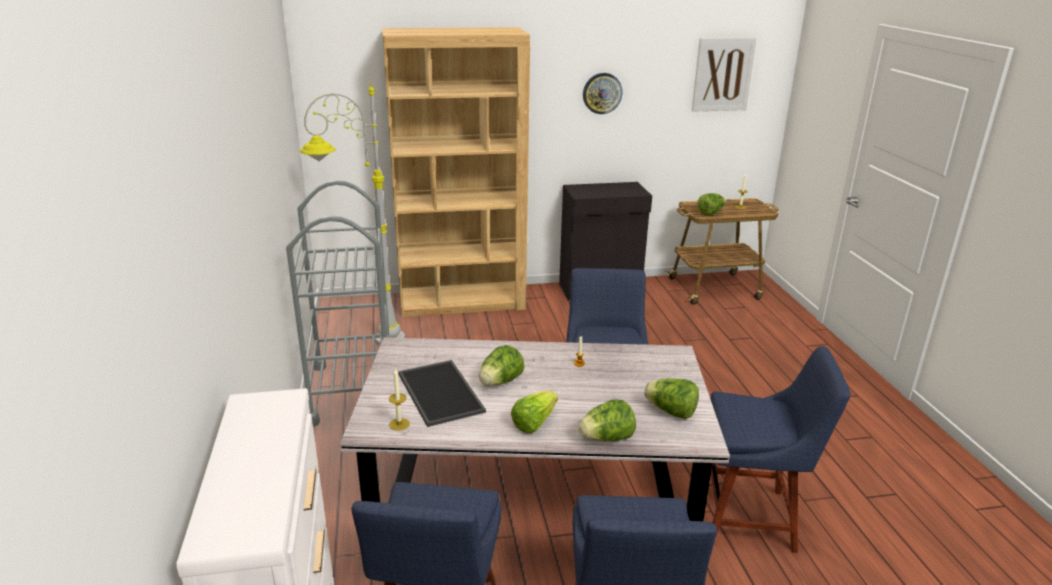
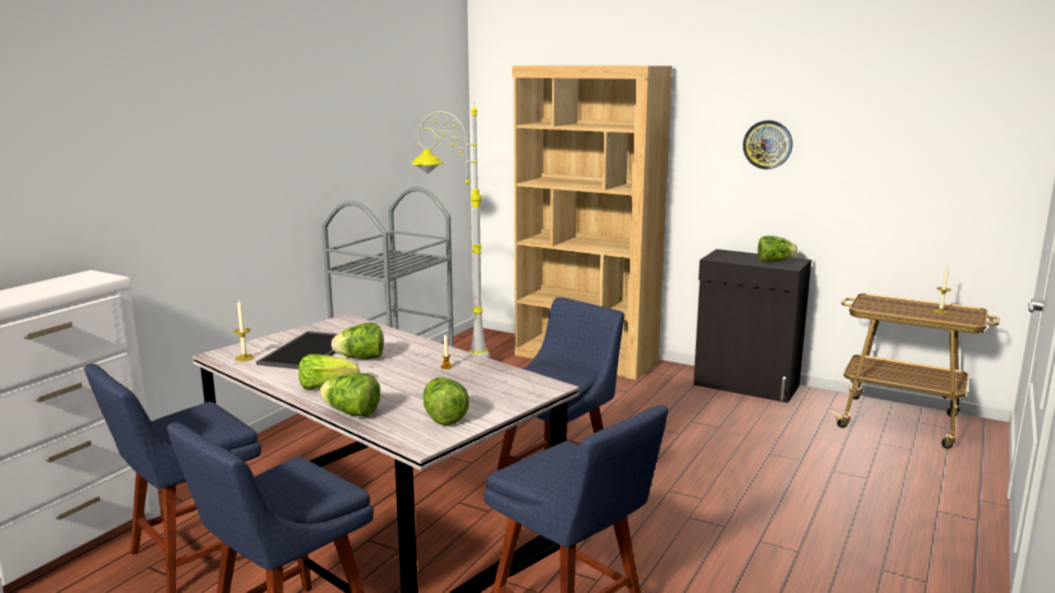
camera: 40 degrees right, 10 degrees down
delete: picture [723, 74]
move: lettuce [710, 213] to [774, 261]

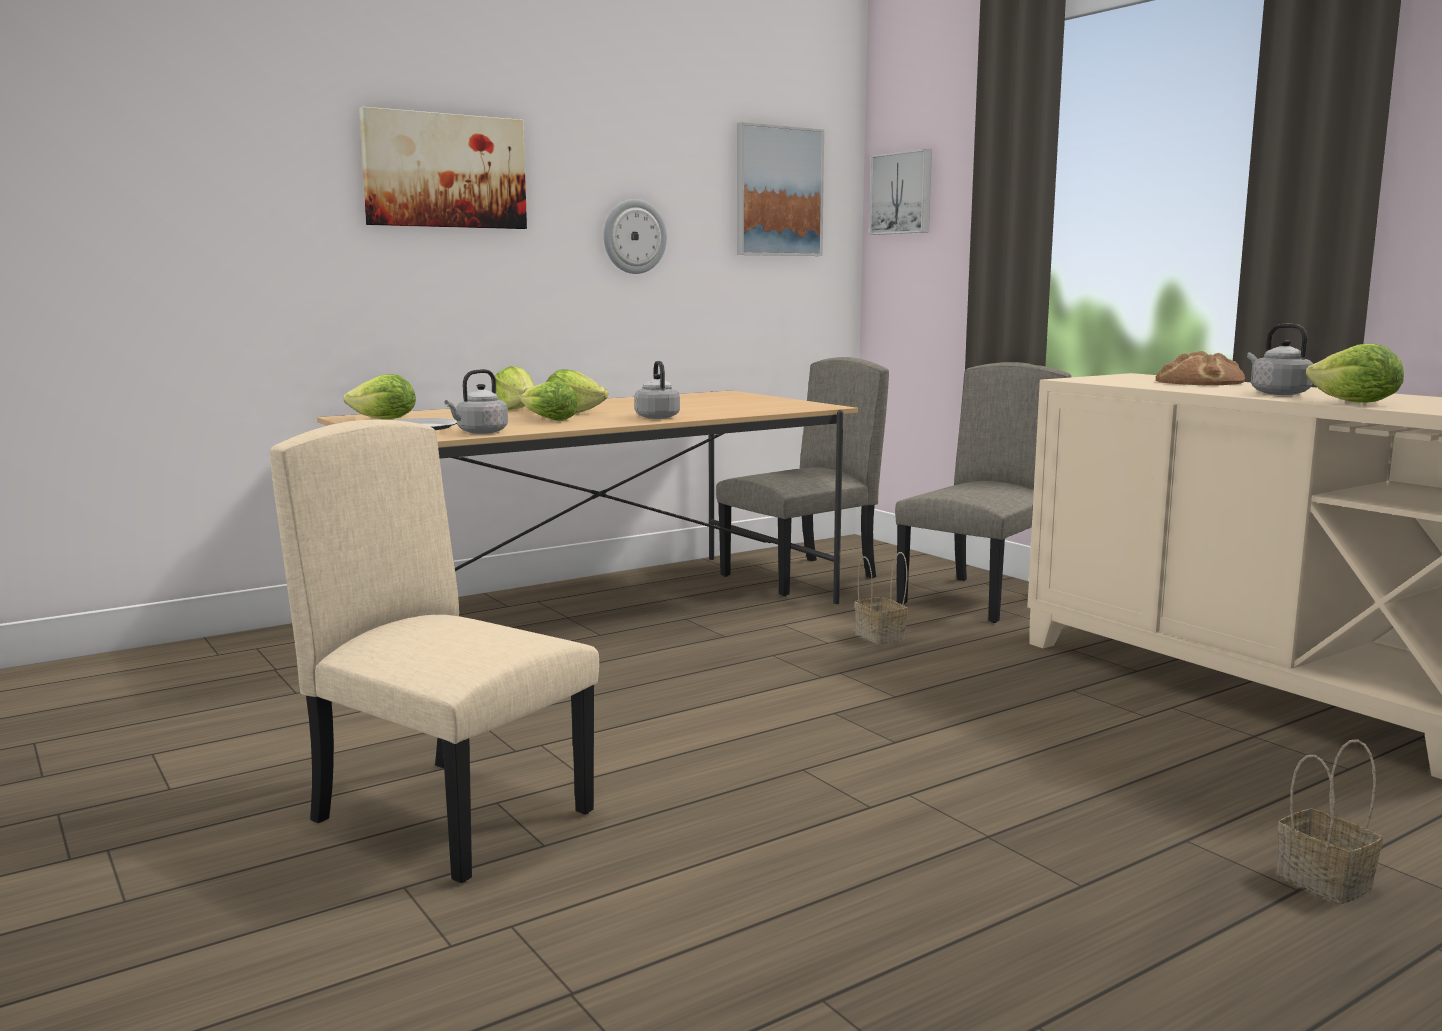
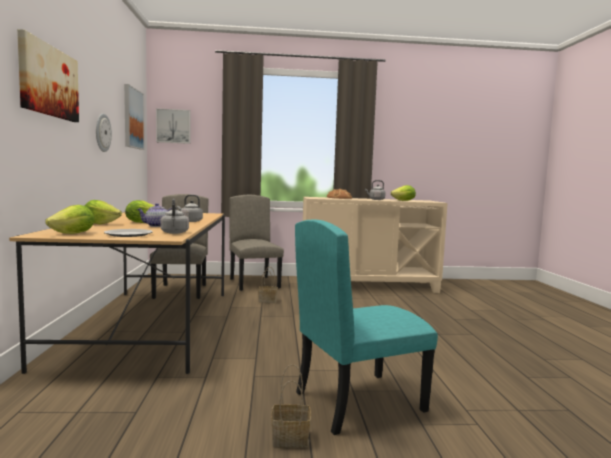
camera: 60 degrees left, 5 degrees down
move: storage basket [1320, 880] to [289, 439]
replace: lettuce [547, 419] to tea pot [157, 226]
recolor: beige-coloured chair [454, 815] to turquoise-coloured chair [358, 401]

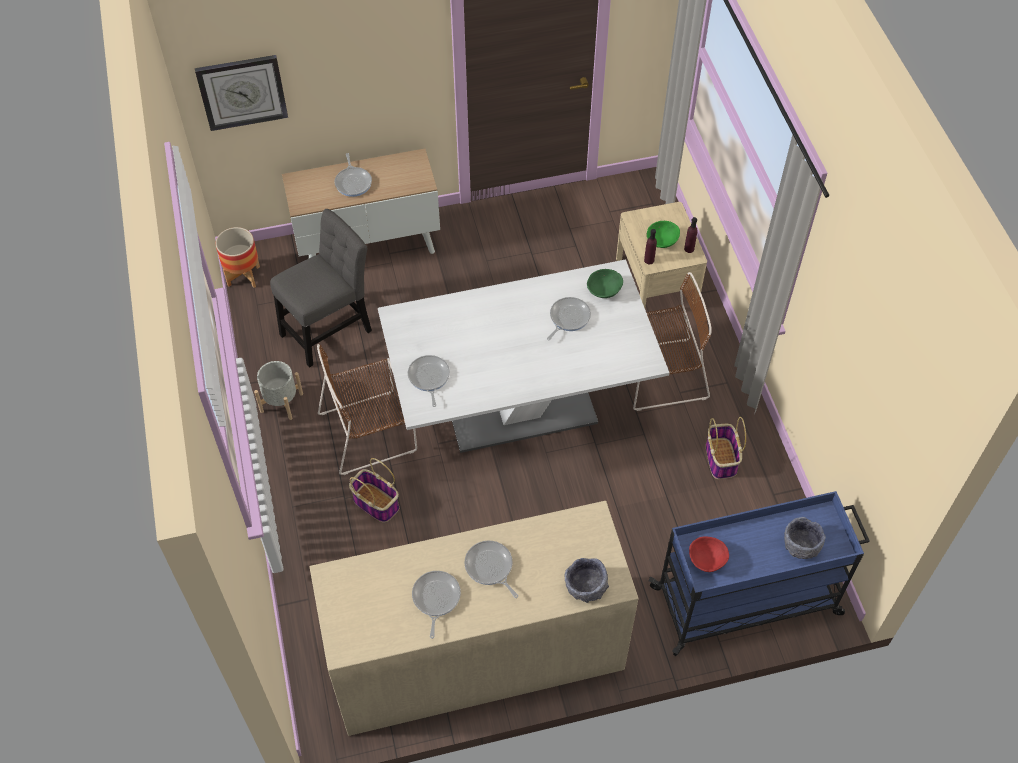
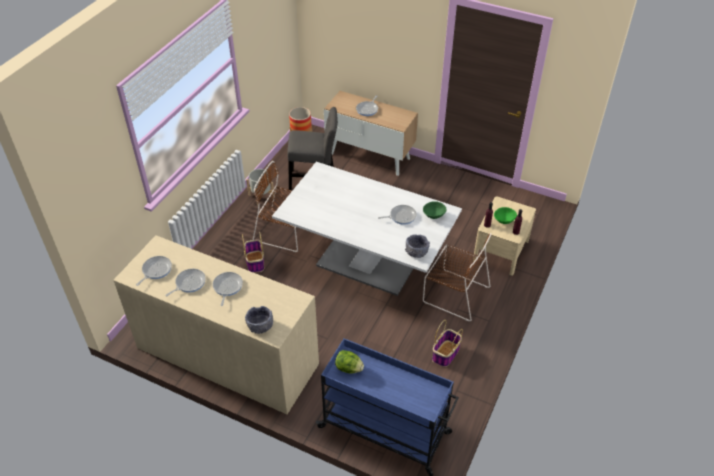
camera: 40 degrees right, 10 degrees down
delete: wall clock [242, 92]
move: skillet [429, 378] to [155, 270]; gray bowl [801, 545] to [416, 251]
replace: reddish bowl [706, 560] to lettuce [348, 368]

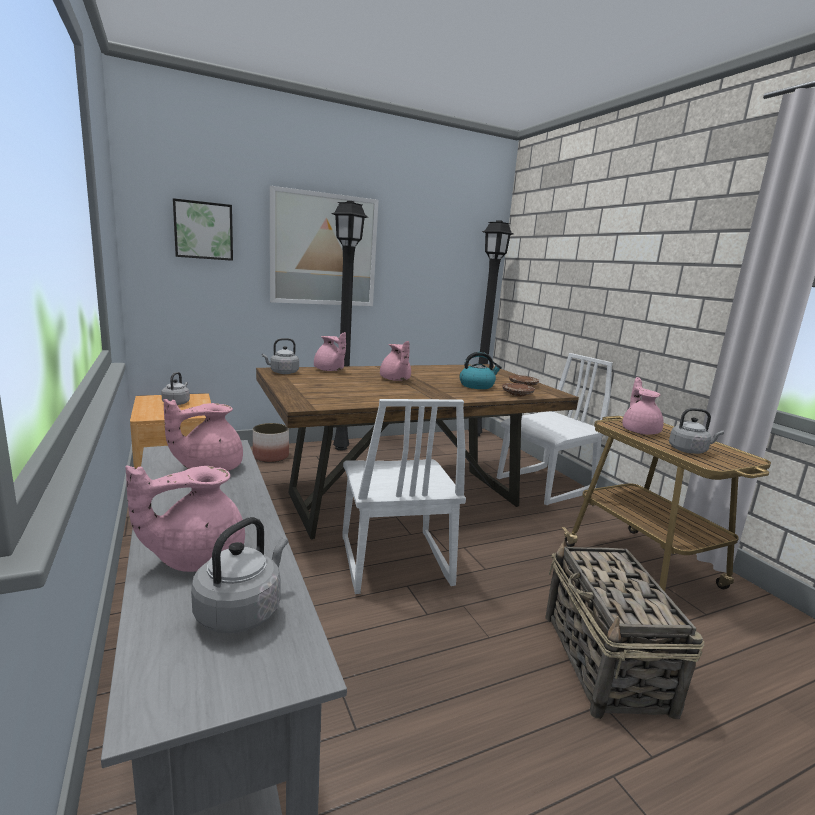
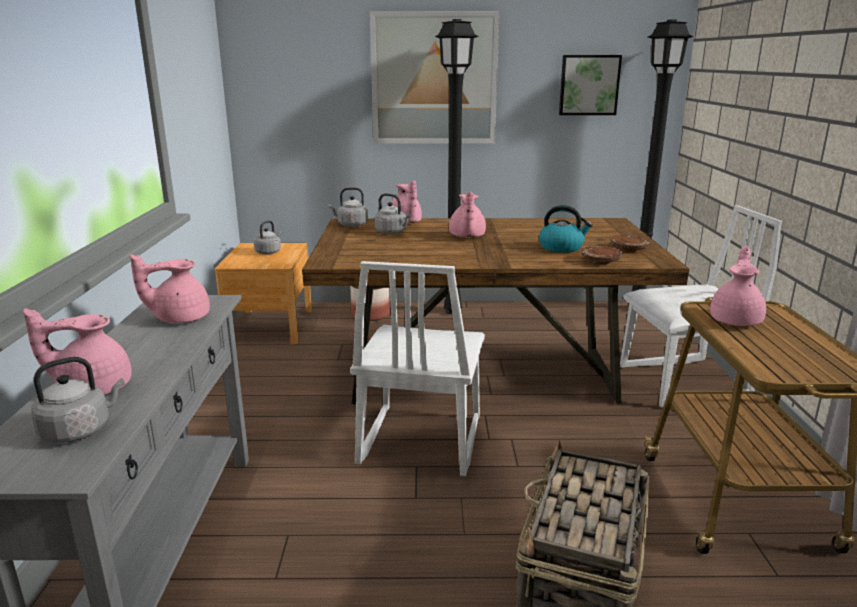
camera: 25 degrees right, 5 degrees up
move: gray kettle [689, 450] to [392, 232]; picture [203, 230] to [588, 85]

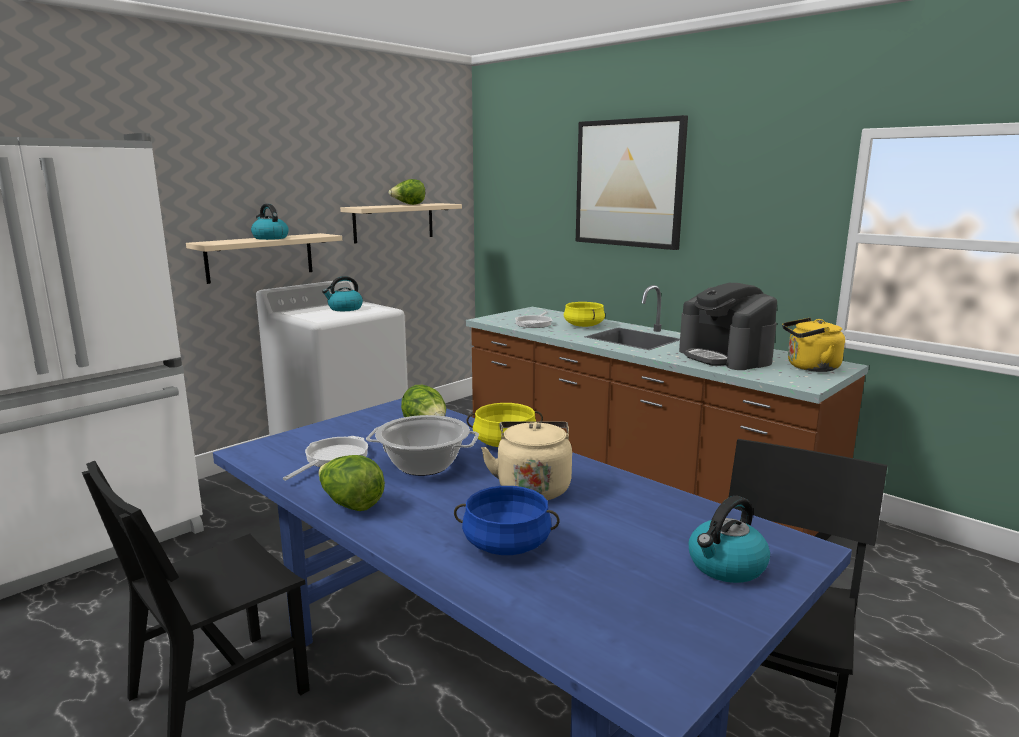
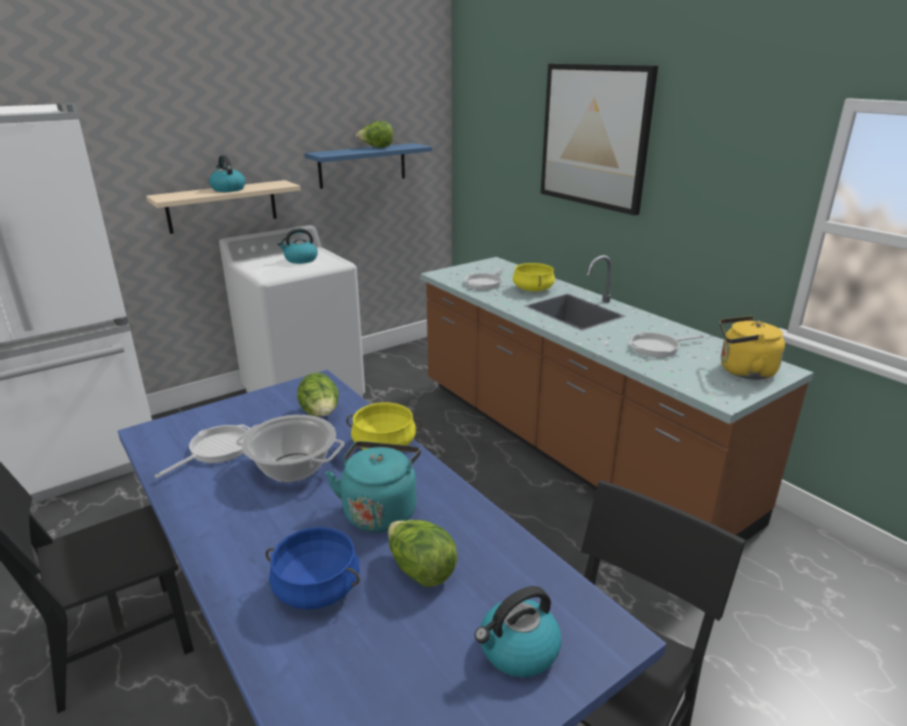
camera: 10 degrees right, 10 degrees up
move: lettuce [351, 504] to [420, 570]
replace: coffee brewer [725, 357] to skillet [657, 347]
recolor: beige-coloured bracket shelf [394, 222] to blue-coloured bracket shelf [362, 165]; beige-coloured kettle [532, 487] to turquoise-coloured kettle [380, 510]

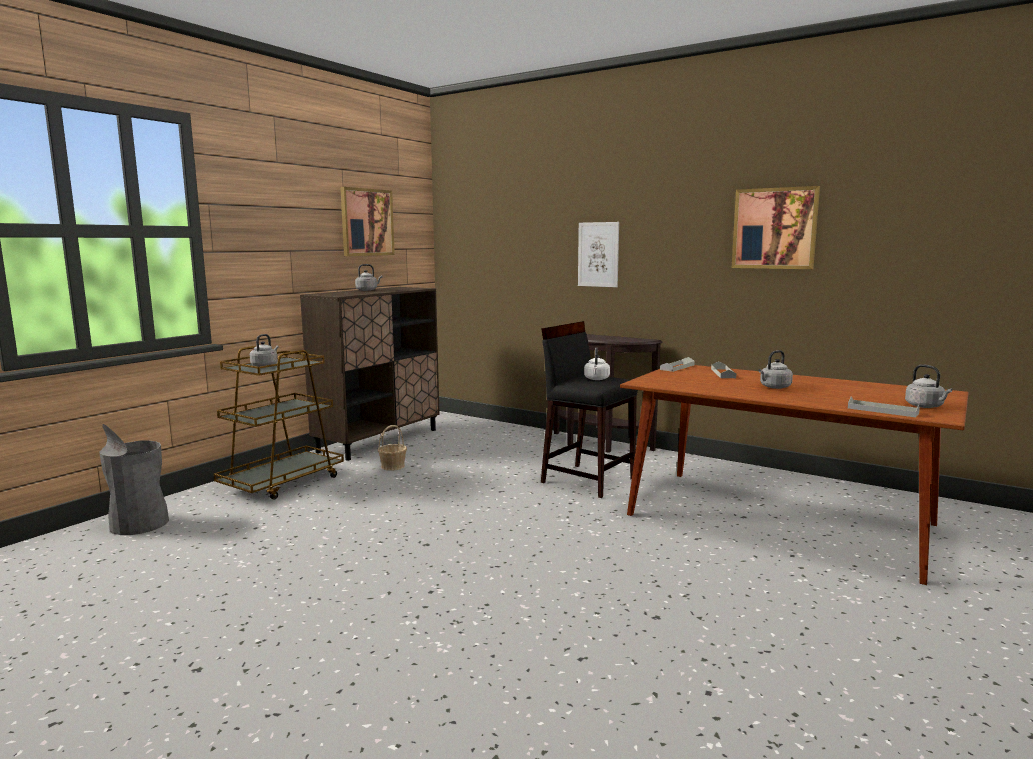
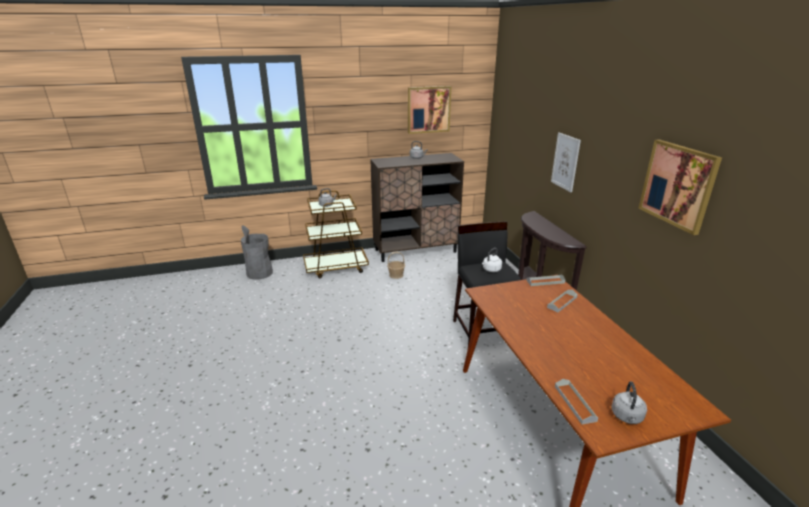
camera: 40 degrees right, 15 degrees up
delete: gray kettle [774, 387]

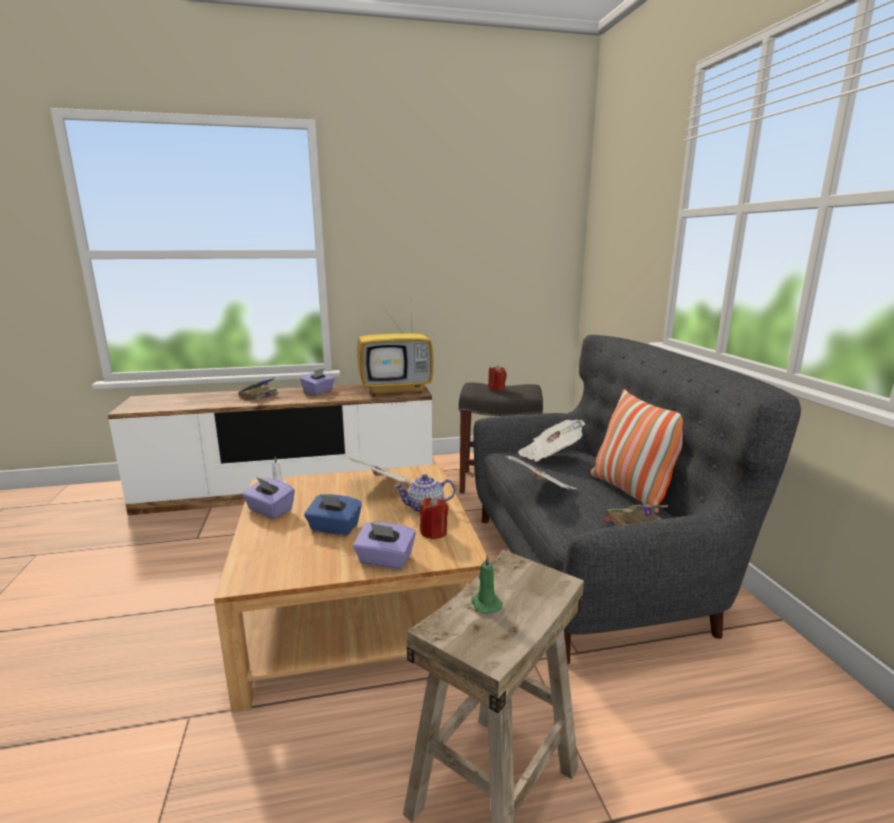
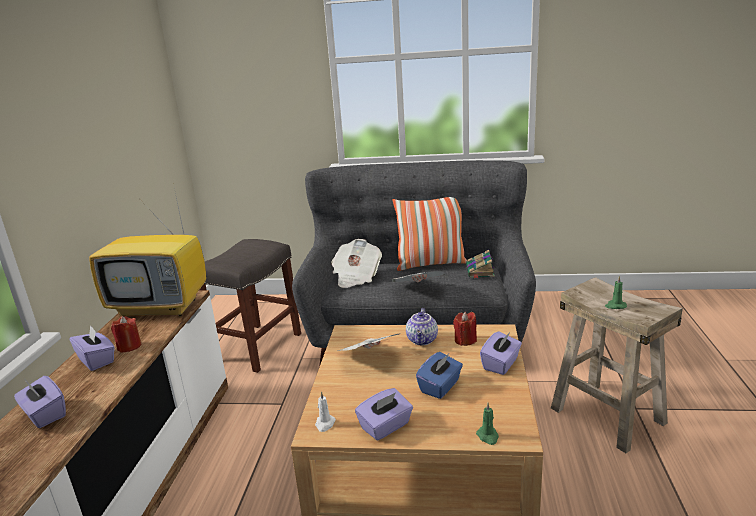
camera: 70 degrees left, 5 degrees up
insert: green-coloured wax candle [488, 436]
move: reddish wax candle [496, 388] to [129, 346]
replace: bound book [258, 395] to purple-coloured box of tissues [44, 415]
rotate: television [397, 390] = [162, 307] 90 degrees clockwise

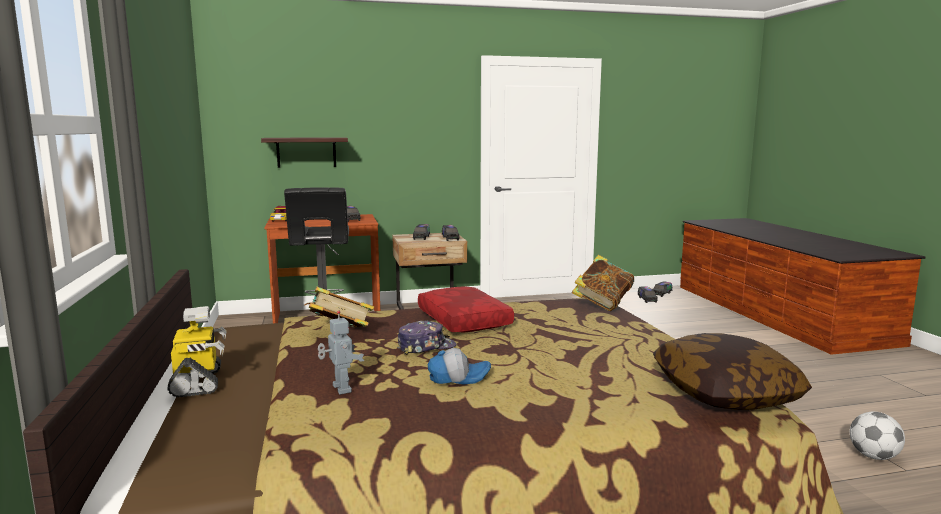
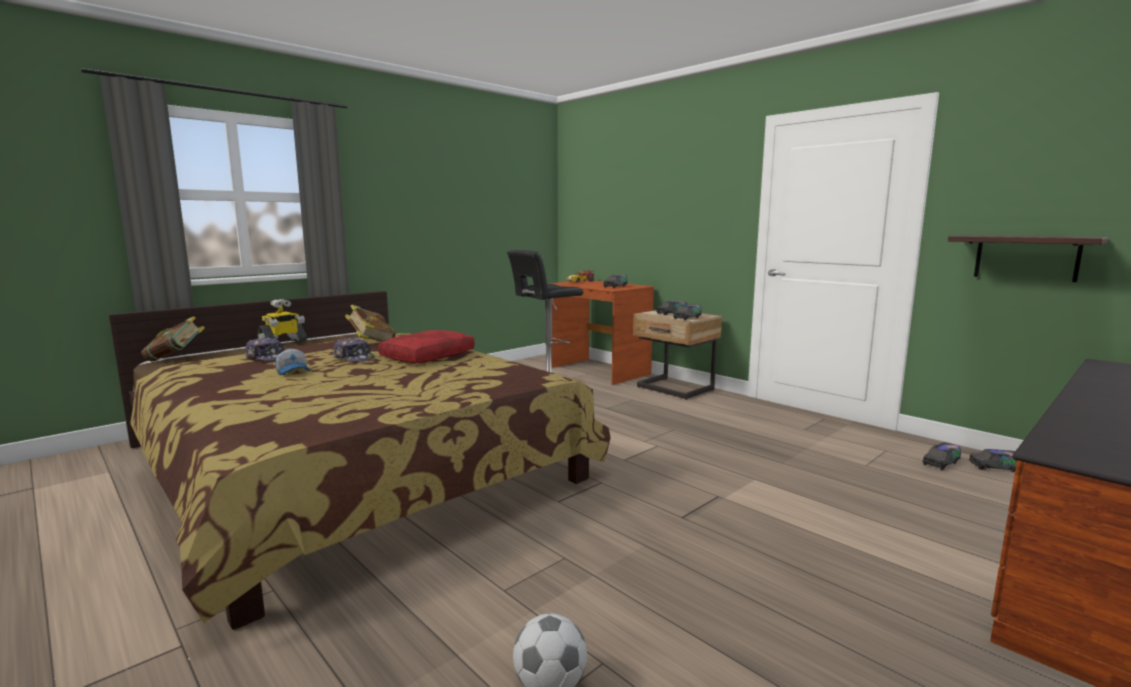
camera: 60 degrees right, 0 degrees up
delete: throw pillow [724, 393]
move: bound book [602, 304] to [176, 359]; bracket shelf [306, 152] to [1026, 257]
replace: toy robot [340, 389] to cap [267, 358]

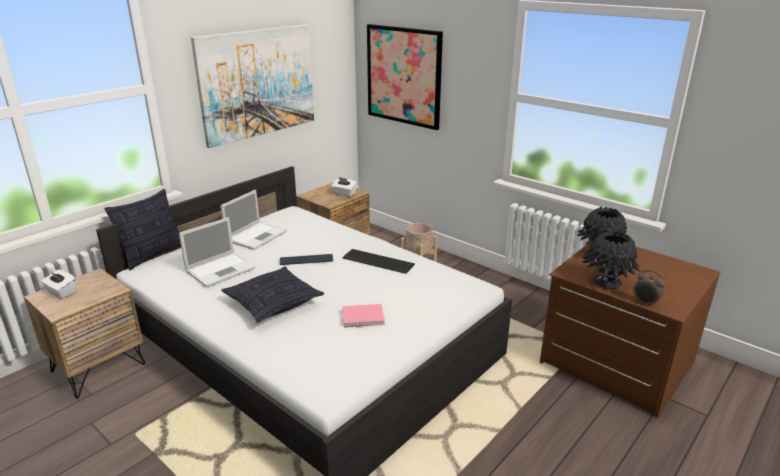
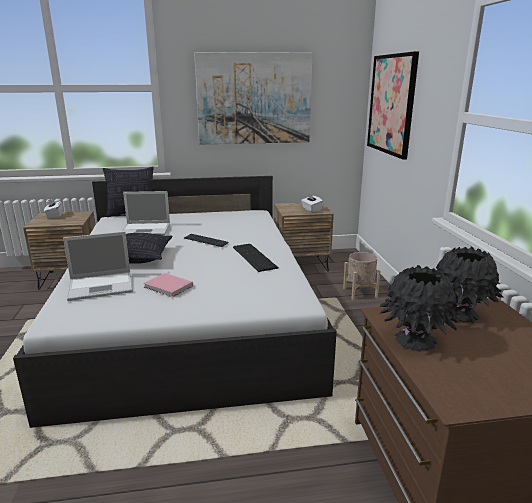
camera: 40 degrees right, 5 degrees down
delete: bedside clock [645, 303]
move: laptop [256, 235] to [102, 286]

